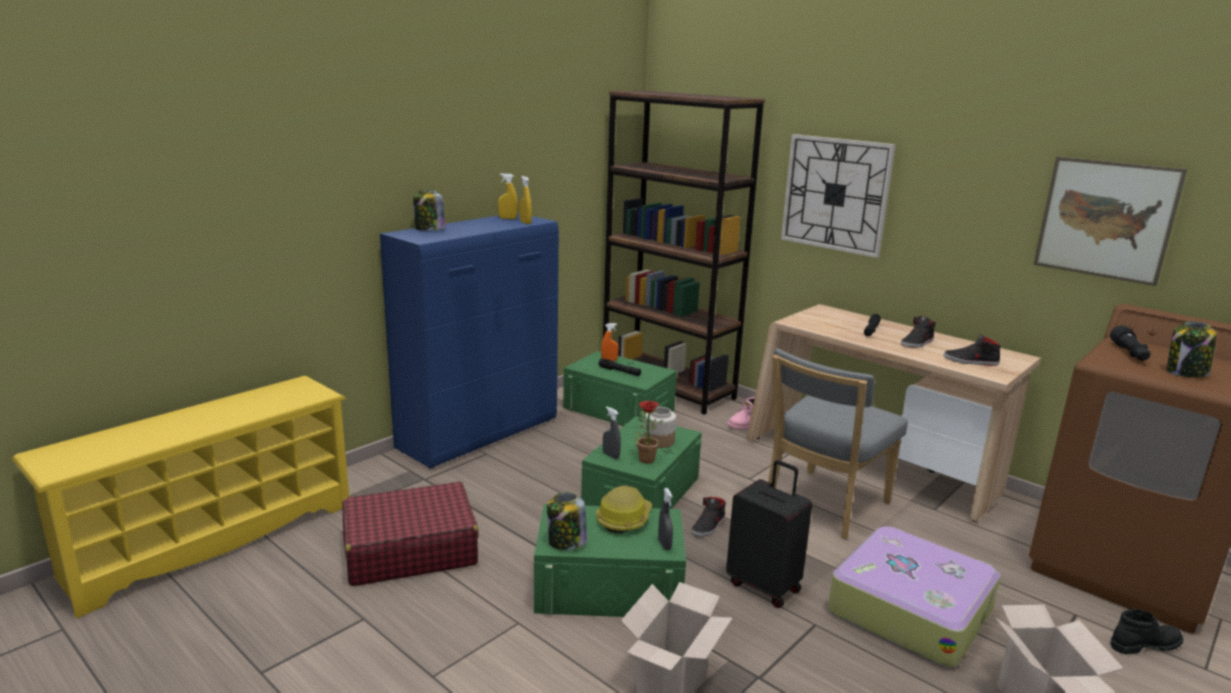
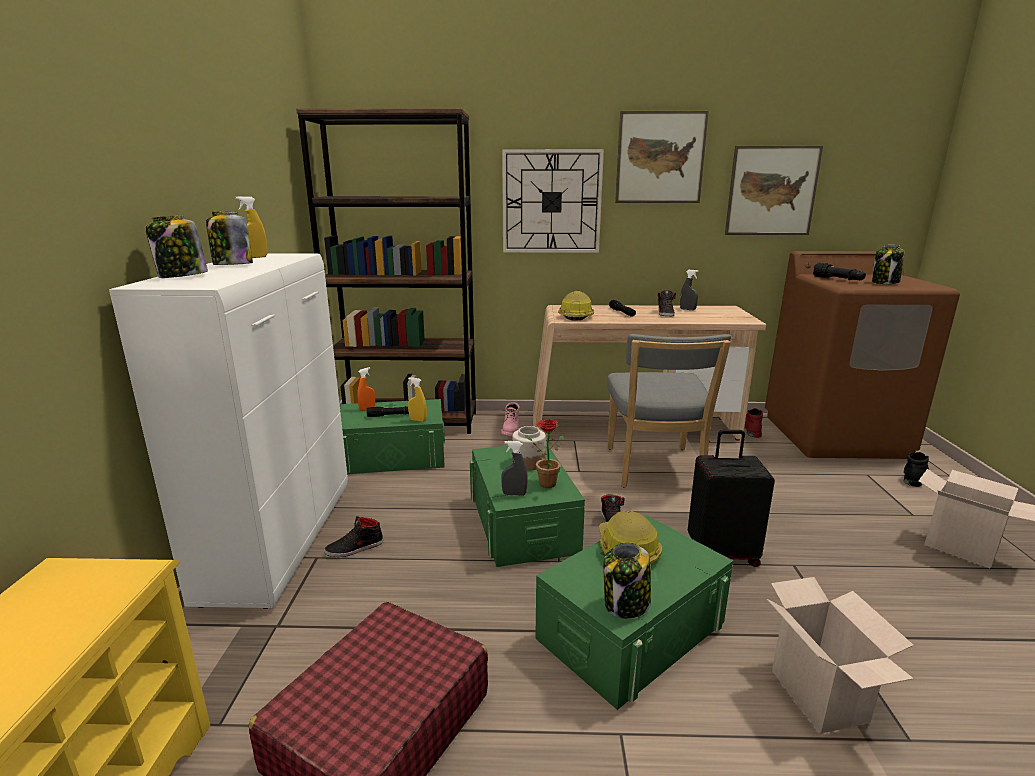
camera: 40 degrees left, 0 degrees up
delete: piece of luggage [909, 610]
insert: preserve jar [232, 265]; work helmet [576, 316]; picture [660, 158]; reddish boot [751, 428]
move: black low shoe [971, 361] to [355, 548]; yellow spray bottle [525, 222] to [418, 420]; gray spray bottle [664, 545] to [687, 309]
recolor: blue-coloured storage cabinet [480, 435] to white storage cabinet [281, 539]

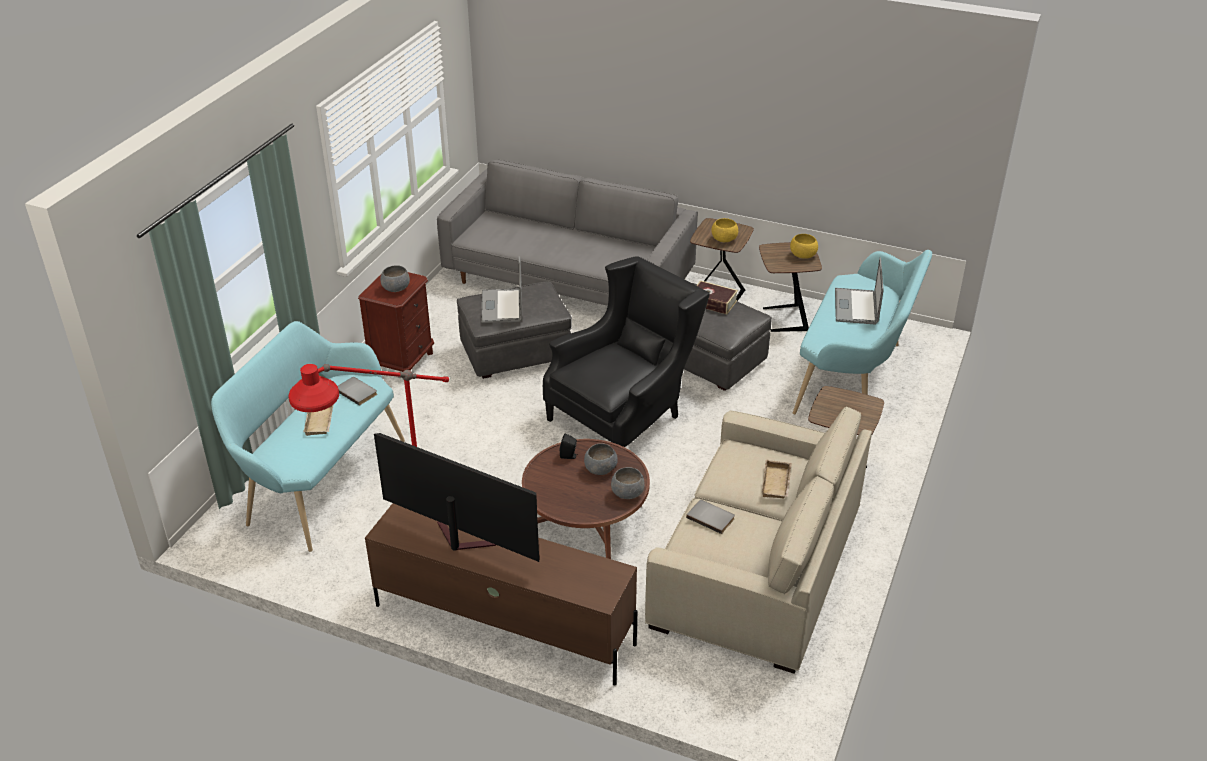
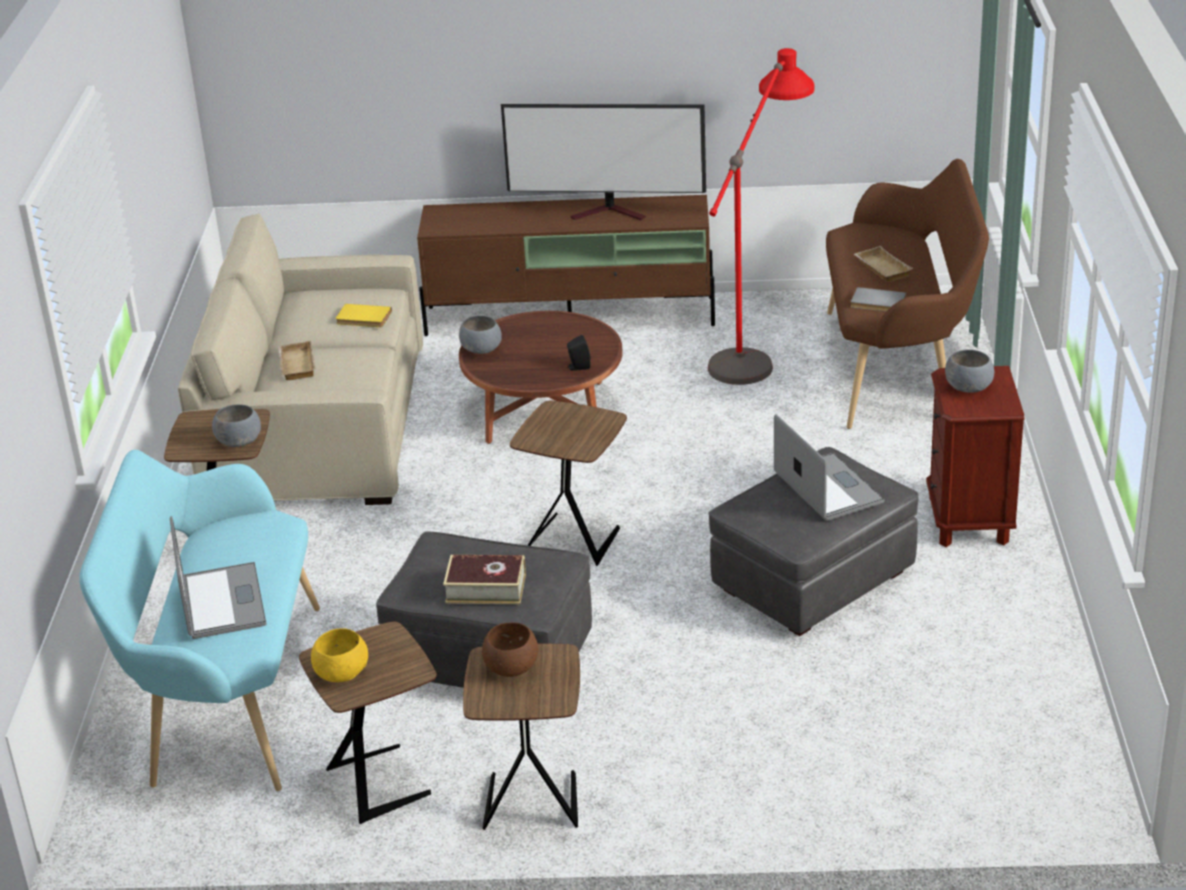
camera: 160 degrees right, 5 degrees down
delete: gray settee [569, 280]
move: gray bowl [600, 469] to [240, 441]
replace: black lounge chair [624, 415] to brownish side table [574, 538]
recolor: gray bound book [711, 517] to yellow bound book [363, 318]; yellow bowl [724, 239] to brownish bowl [510, 668]; turquoise-coloured indoor bench [319, 481] to brownish indoor bench [898, 366]

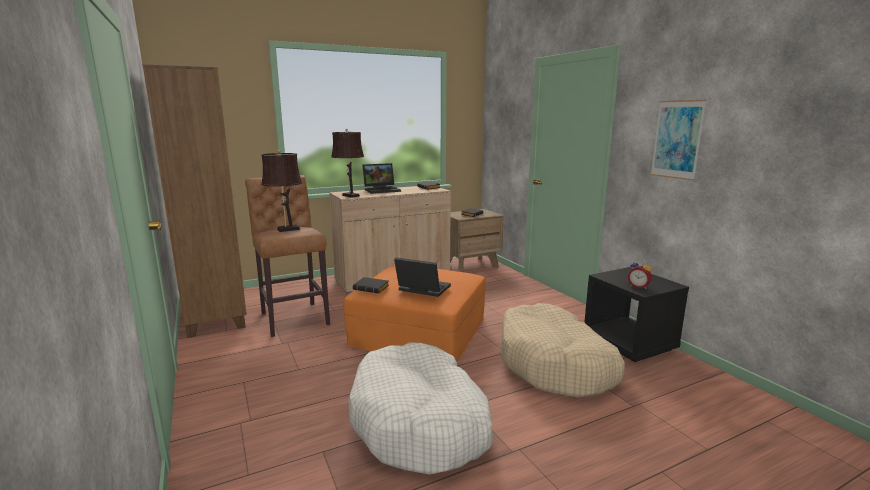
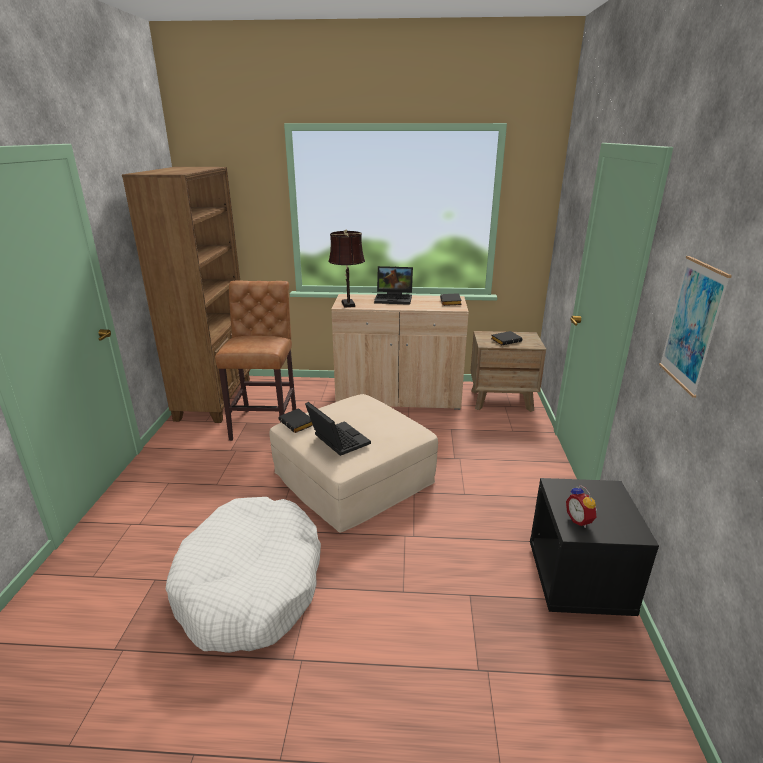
camera: 30 degrees right, 10 degrees up
delete: brownish tabletop lamp [286, 229]; beige-coloured pet bed [555, 364]
recolor: orange-coloured footrest [418, 332] to beige-coloured footrest [353, 478]

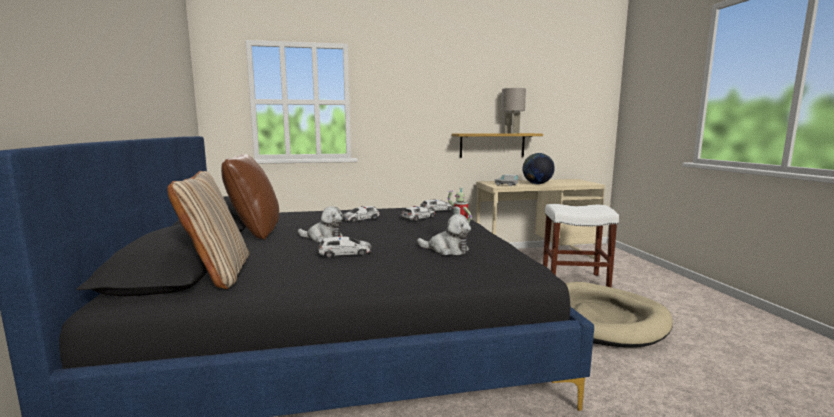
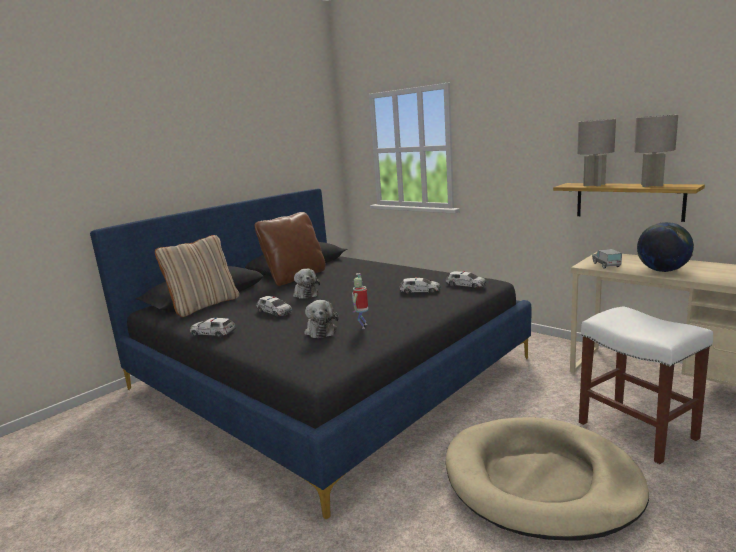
camera: 55 degrees right, 5 degrees up
insert: gray tabletop lamp [593, 185]
move: miniature car [360, 219] to [212, 333]

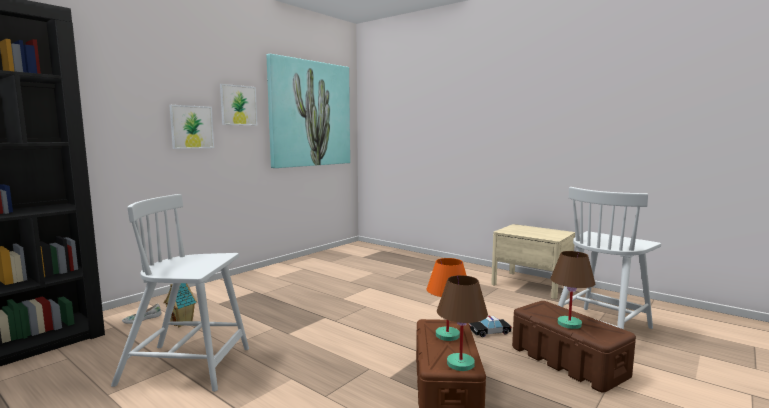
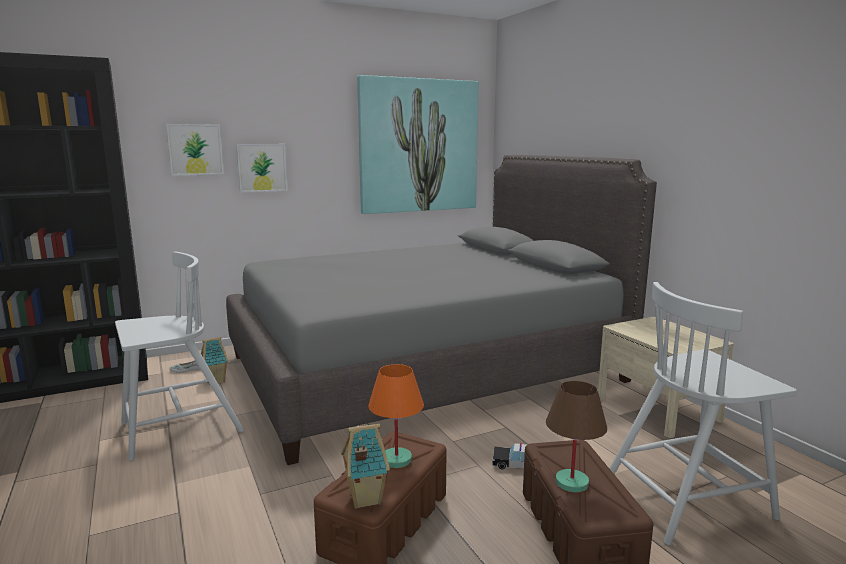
camera: 25 degrees right, 5 degrees up
insert: gray bed [424, 368]
move: picture [238, 105] to [195, 149]
replace: brownish tabletop lamp [459, 364] to toy house [364, 499]
rotate: white chair [188, 366] = [179, 429] 120 degrees clockwise

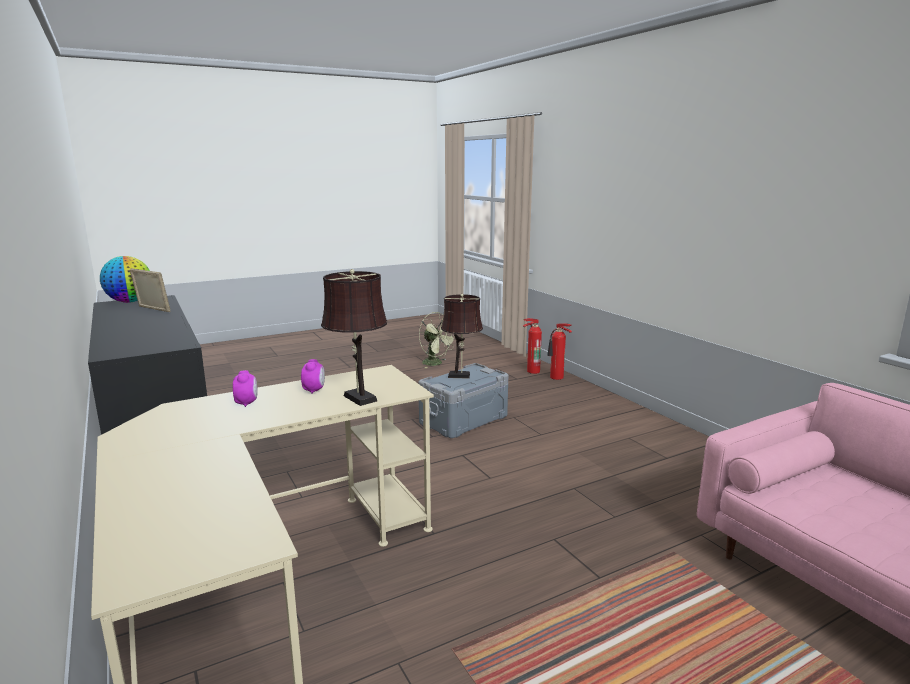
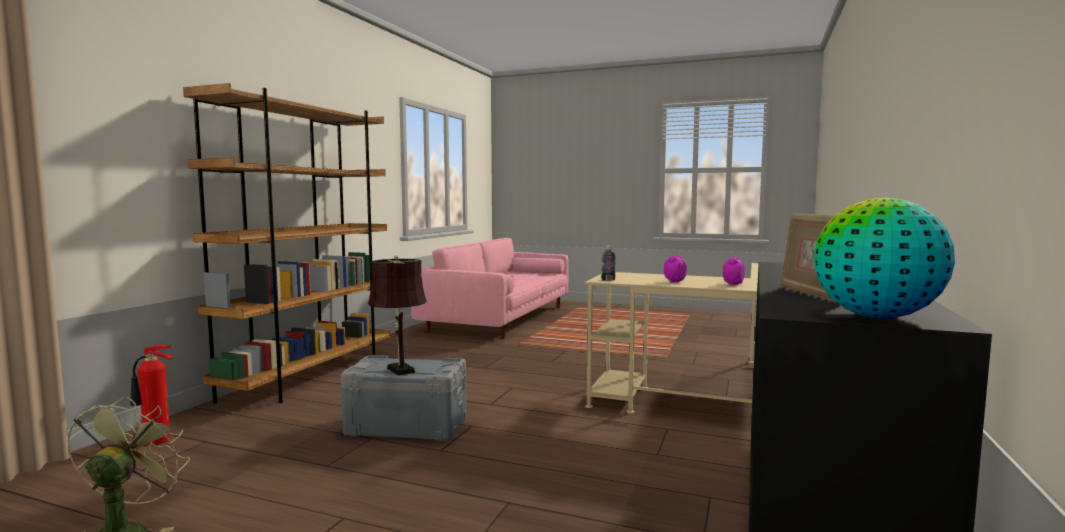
camera: 130 degrees left, 10 degrees down
delete: brownish tabletop lamp [358, 397]; fire-fighting cylinder [556, 378]
insert: brownish shelving unit [311, 377]; bottle [608, 280]

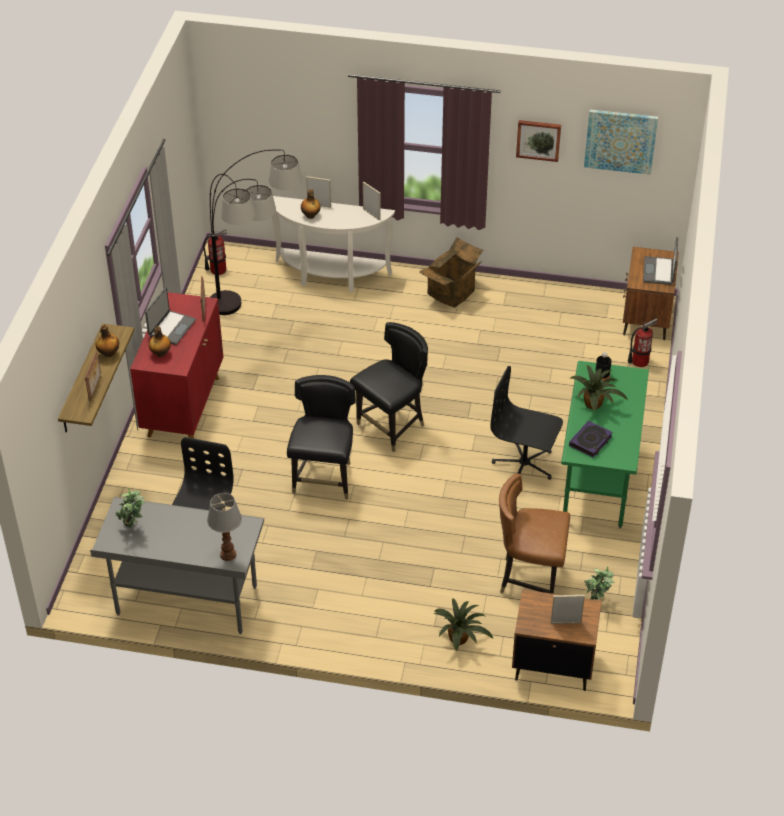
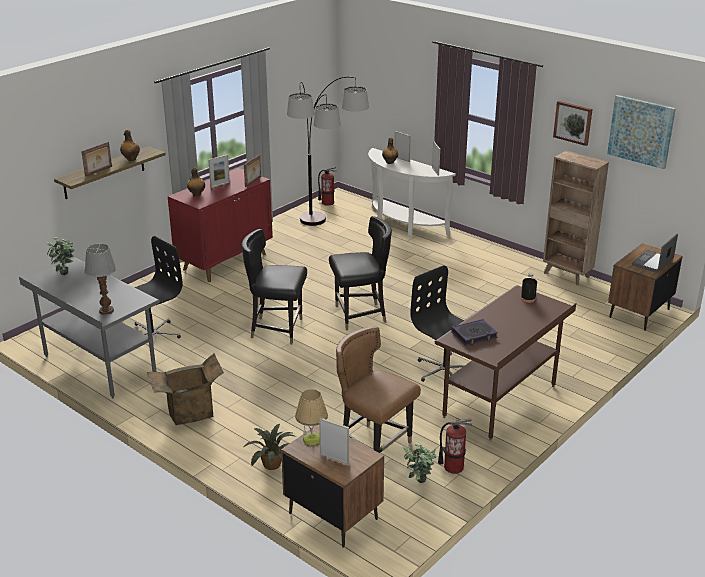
camera: 30 degrees right, 15 degrees down
delete: houseplant [594, 403]
insert: tabletop lamp [312, 439]; brownish shelving unit [567, 275]
move: carton [452, 294] to [189, 412]; fire-fighting cylinder [639, 361] to [453, 467]
replace: laptop [171, 328] to picture frame [220, 185]
recolor: green-coloured desk [598, 480] to brownish desk [500, 401]
rotate: black chair [324, 479] = [277, 329] 120 degrees counterclockwise

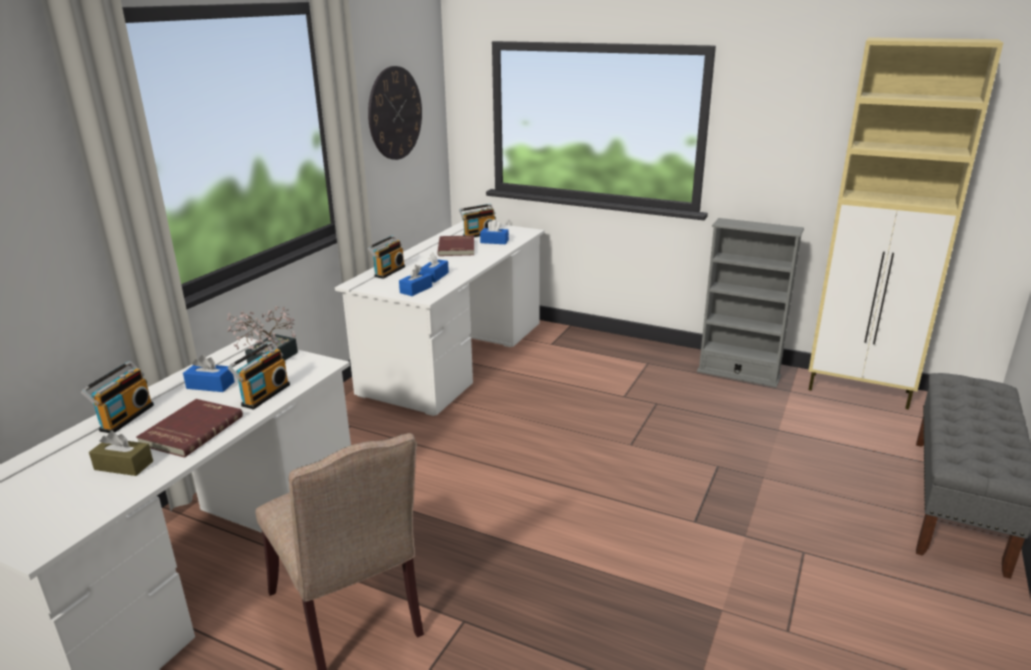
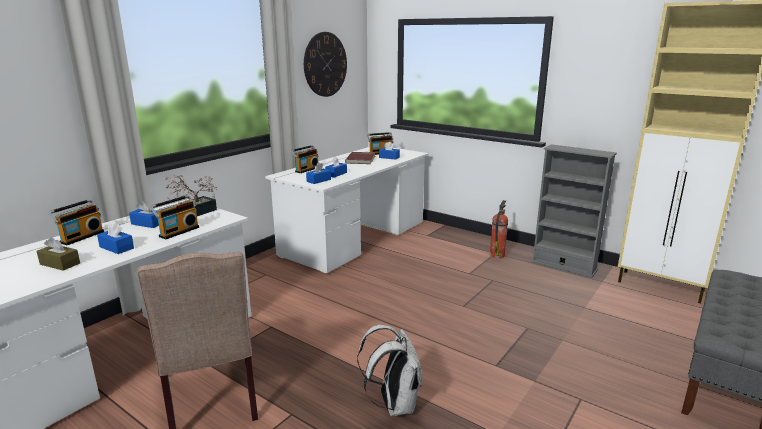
camera: 10 degrees right, 5 degrees down
insert: white backpack [394, 404]; fire-fighting cylinder [497, 255]
replace: reddish bound book [190, 430] to blue-coloured box of tissues [116, 247]

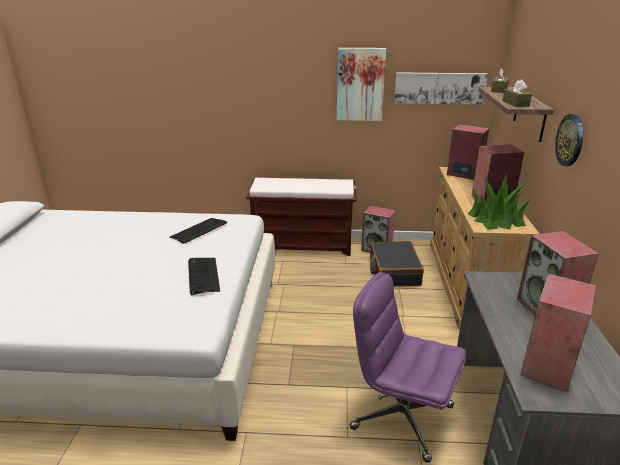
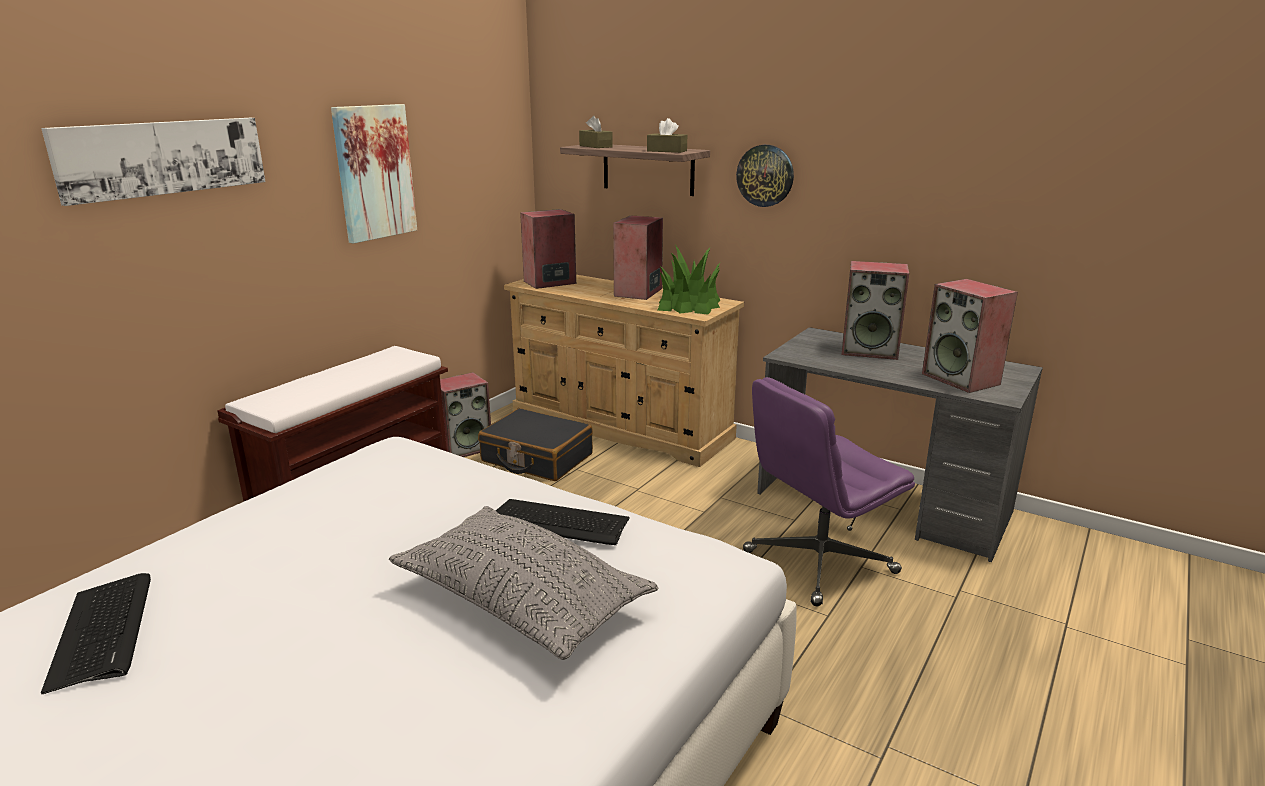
camera: 60 degrees left, 5 degrees down
insert: gray throw pillow [521, 600]
move: picture [439, 88] to [163, 157]; keyboard [199, 231] to [103, 631]

